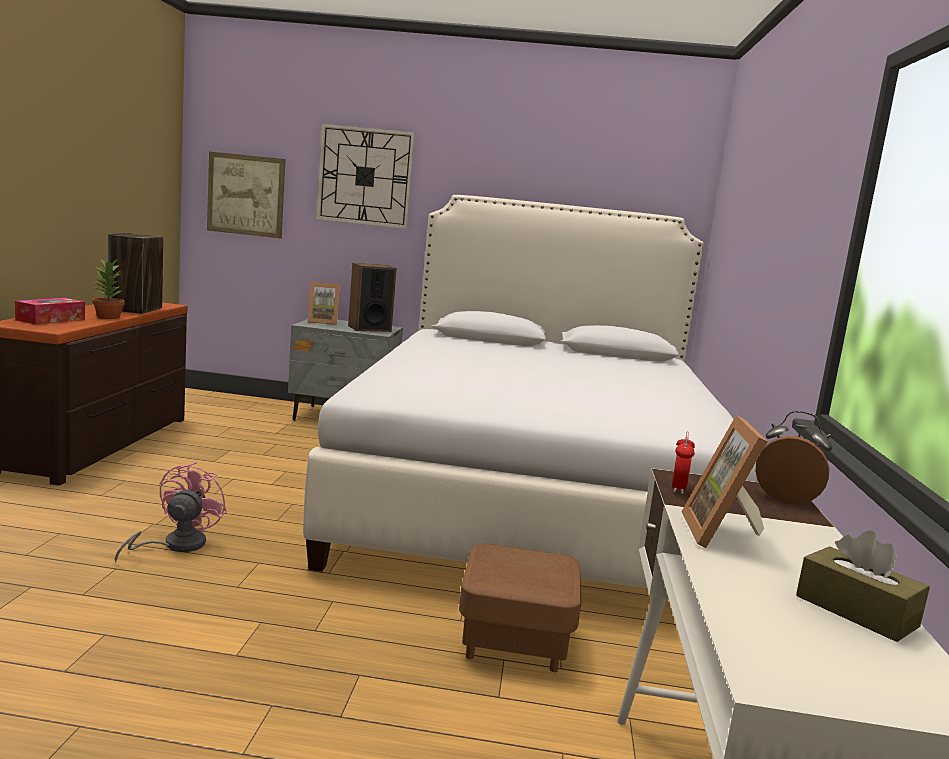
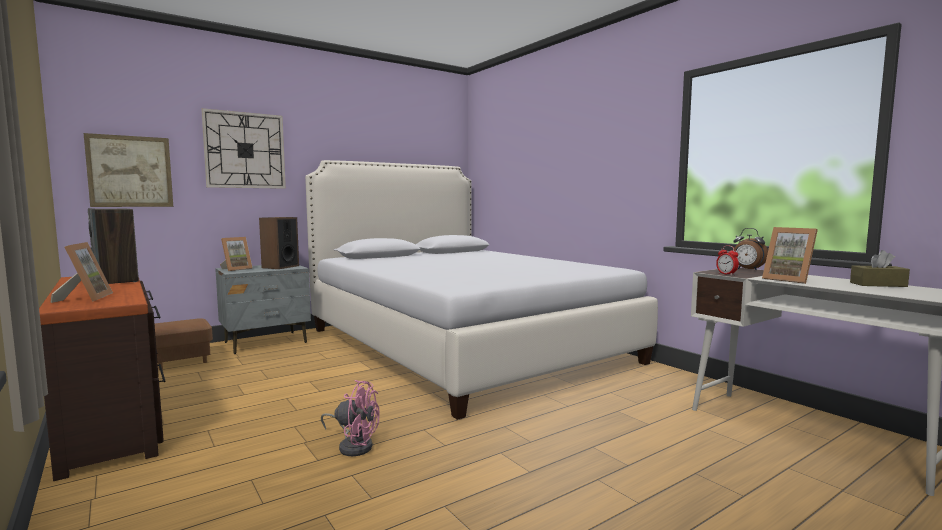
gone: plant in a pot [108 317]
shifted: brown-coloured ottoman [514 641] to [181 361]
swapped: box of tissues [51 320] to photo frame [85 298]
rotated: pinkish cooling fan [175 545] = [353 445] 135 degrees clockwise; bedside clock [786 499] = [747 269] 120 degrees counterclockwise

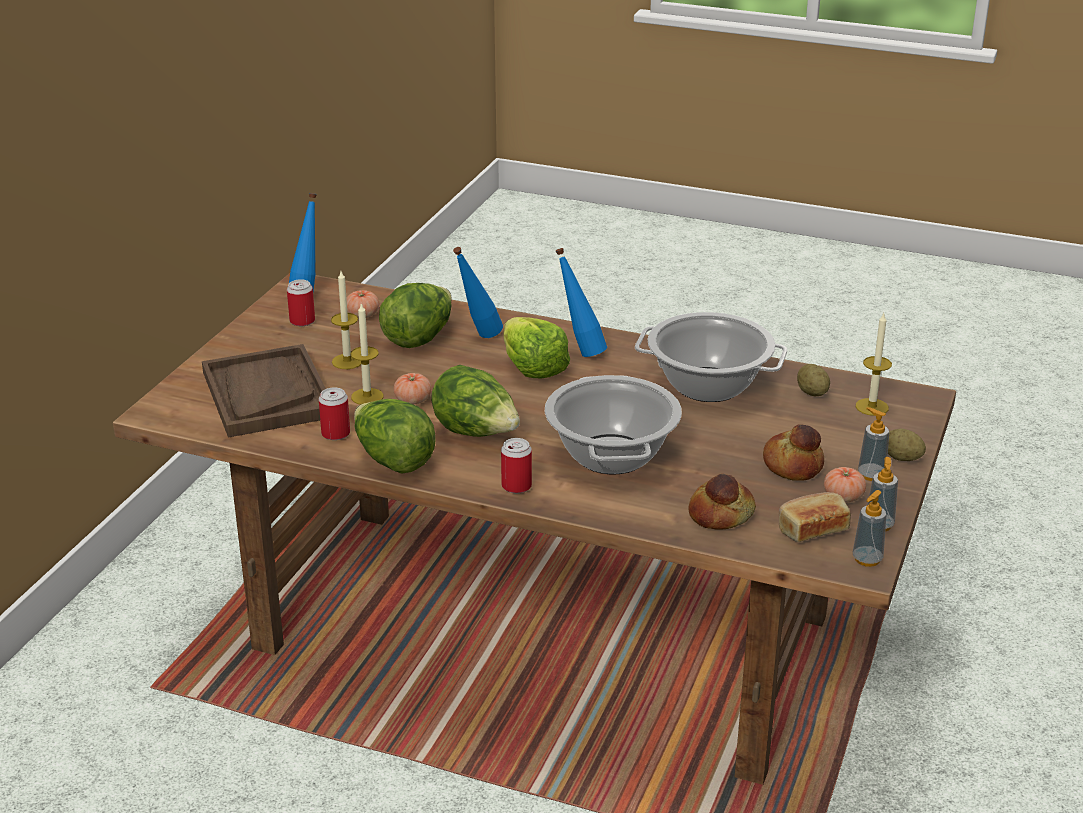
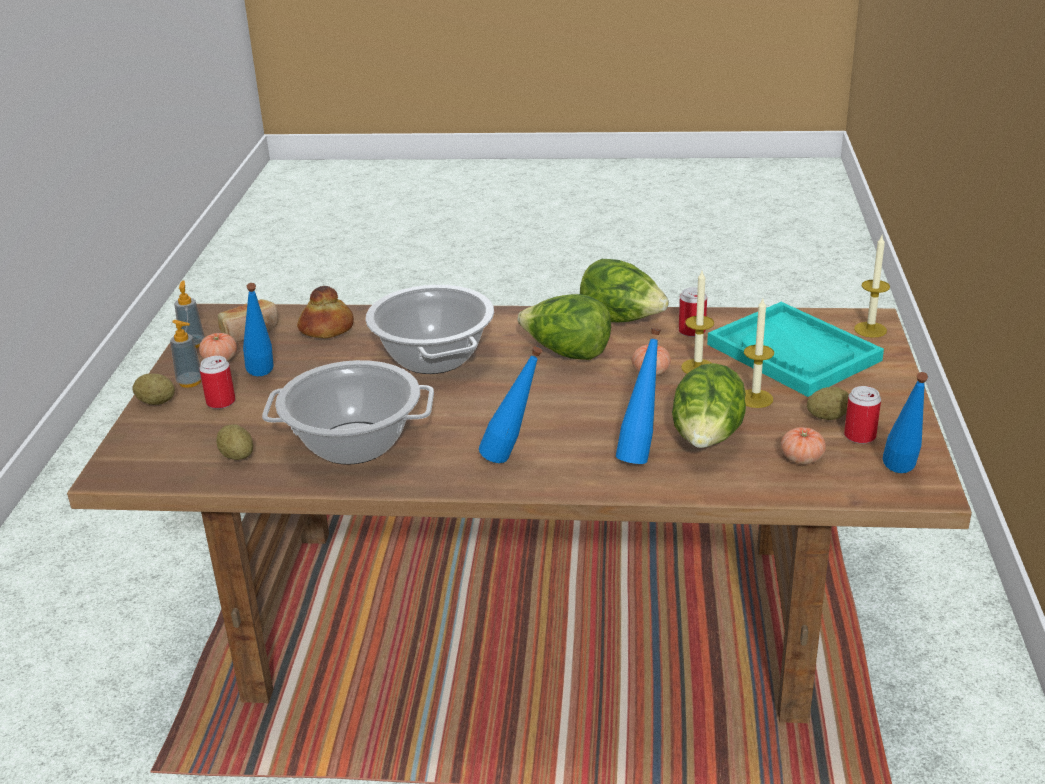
gone: lettuce head [533 368]; liquid soap bottle [867 559]
new: potato [828 417]
shifted: can [516 486] to [221 402]; wax light [872 407] to [870 329]
swapped: baked bread [793 465] to bluish bottle [263 377]
repainted: brown-coloured tray [267 394] to blue-green tray [794 352]

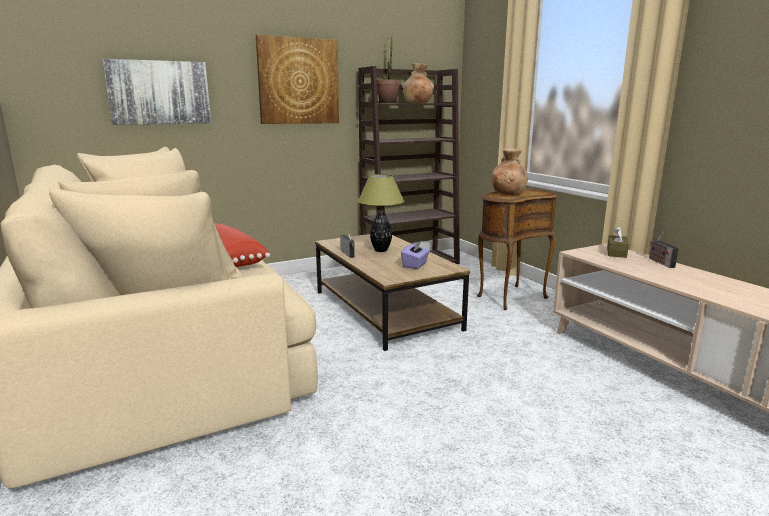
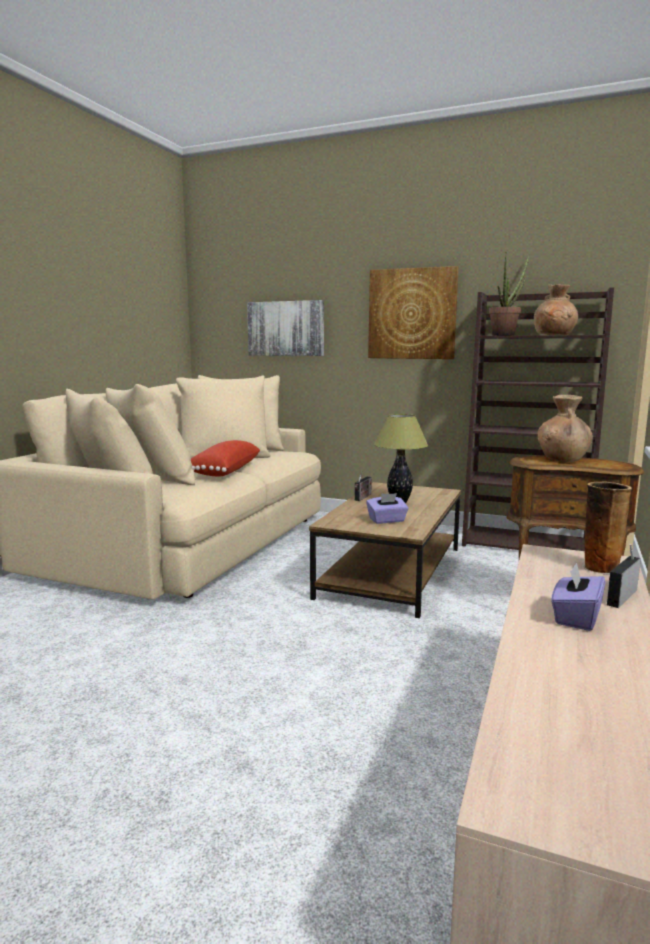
new: purple box of tissues [576 617]
swapped: brown-coloured box of tissues [616 252] to flower vase [600 568]

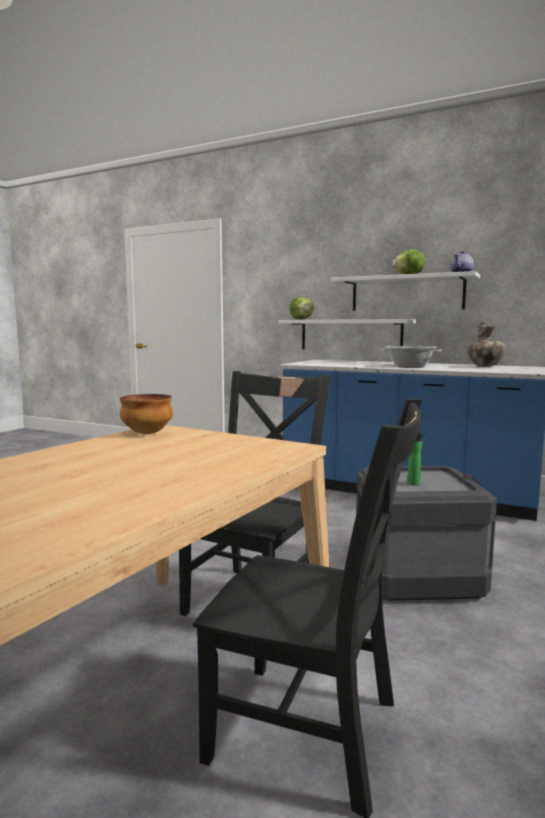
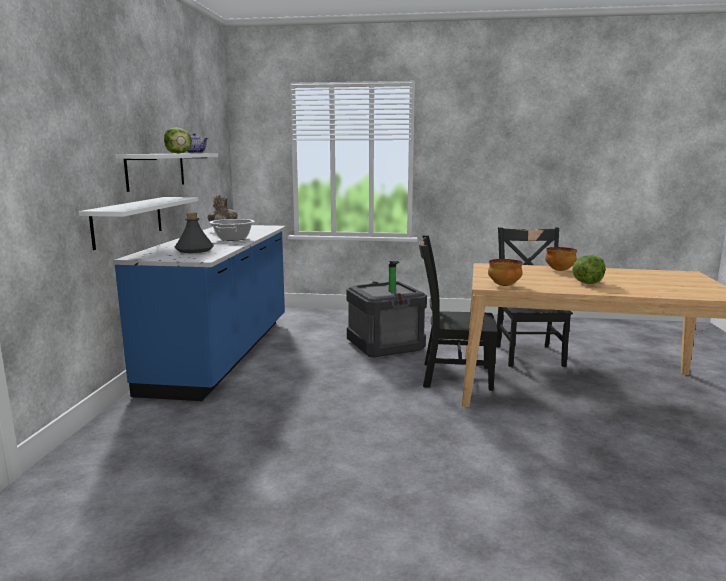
new: grey bottle [194 250]; serving bowl [560 270]
shifted: lettuce head [302 319] to [587 283]

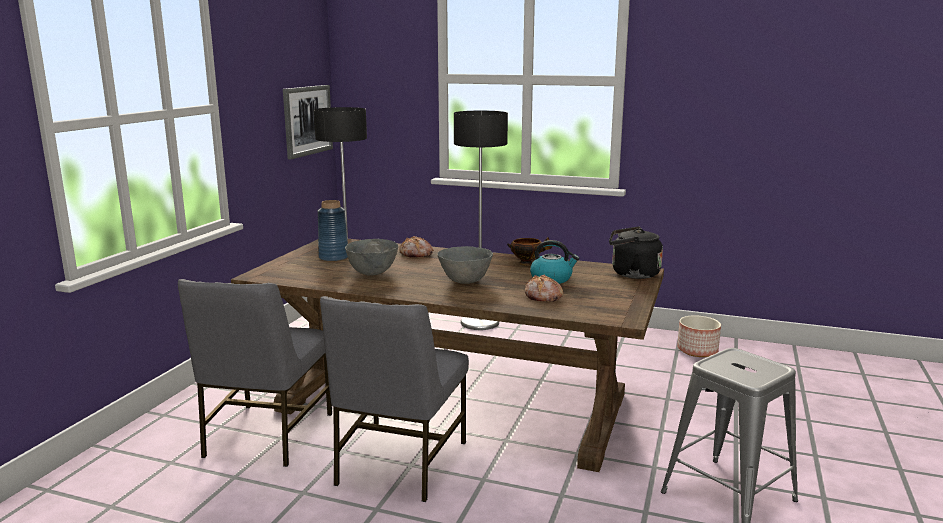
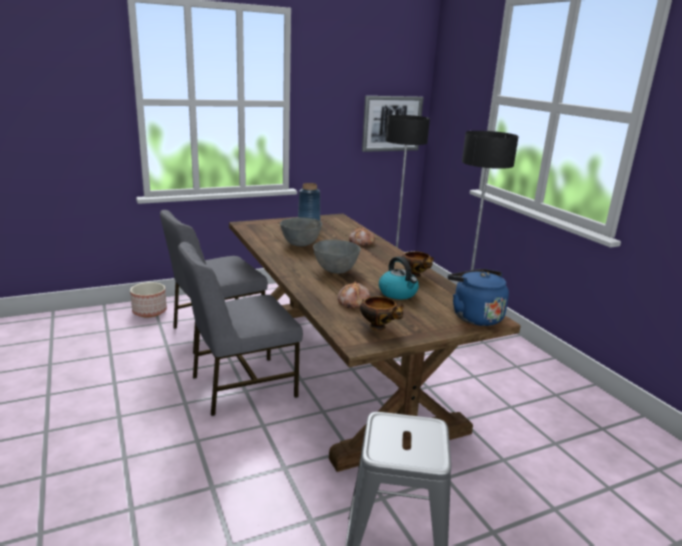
new: serving bowl [379 327]
shifted: planter [697 351] to [149 311]
repainted: blackish kettle [632 274] to bluish kettle [474 316]

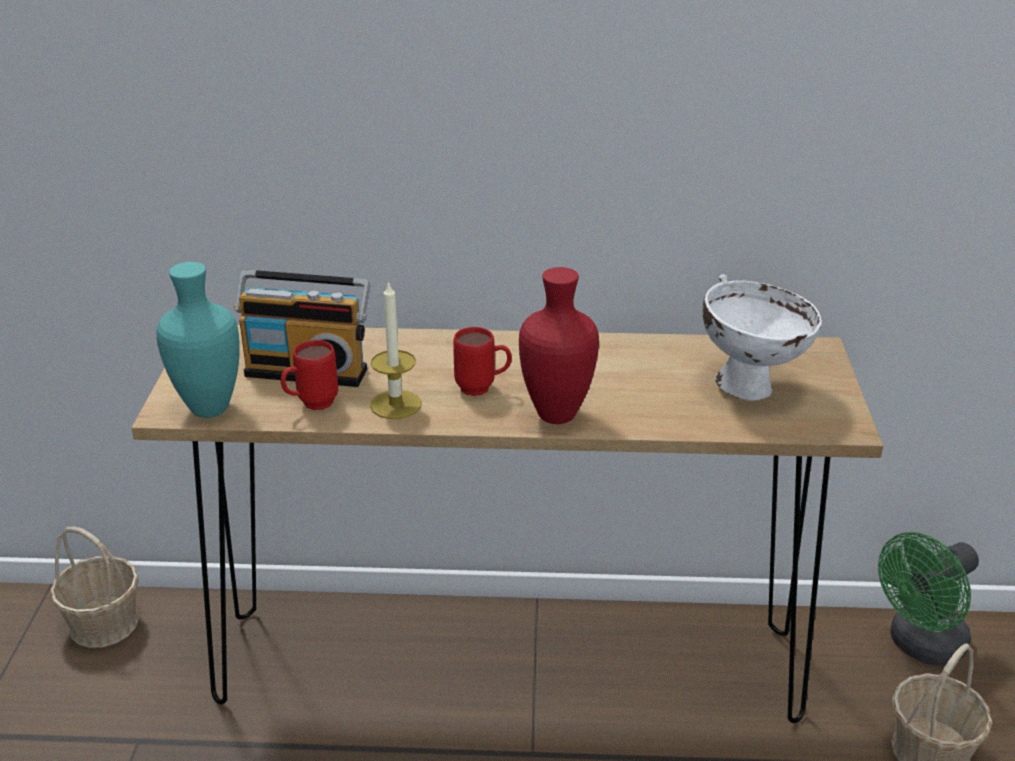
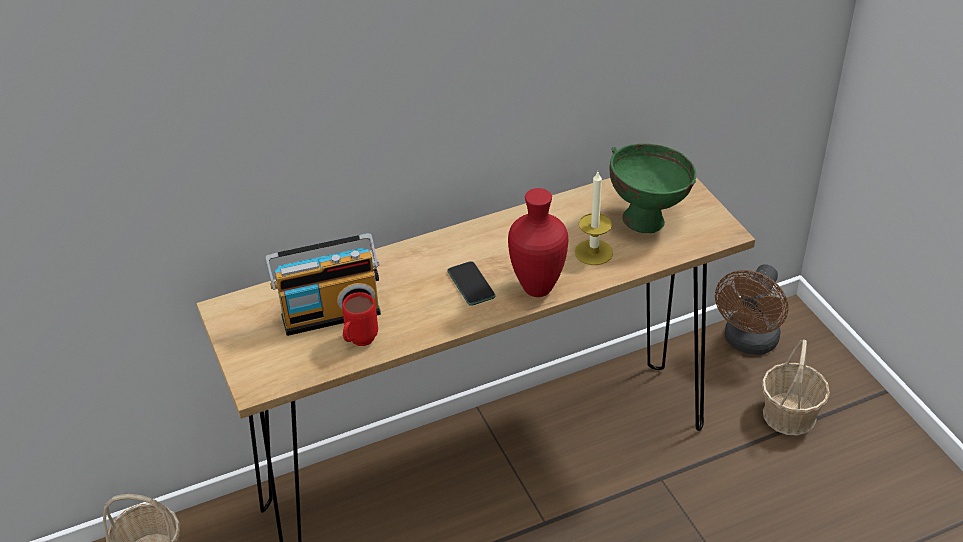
gone: blue-green flower vase [208 410]
shifted: wax light [395 404] to [593 252]
swapped: red mug [483 389] to handset [471 284]
repainted: white serving bowl [750 386] to greenish serving bowl [647 220]; greenish cooling fan [920 645] to brown-coloured cooling fan [748 343]

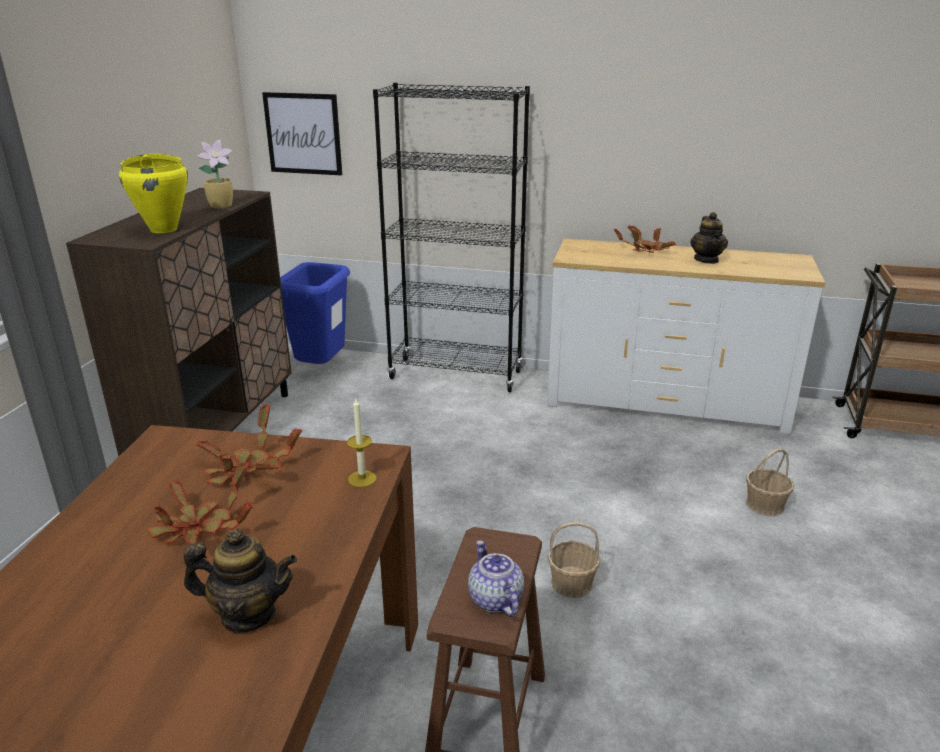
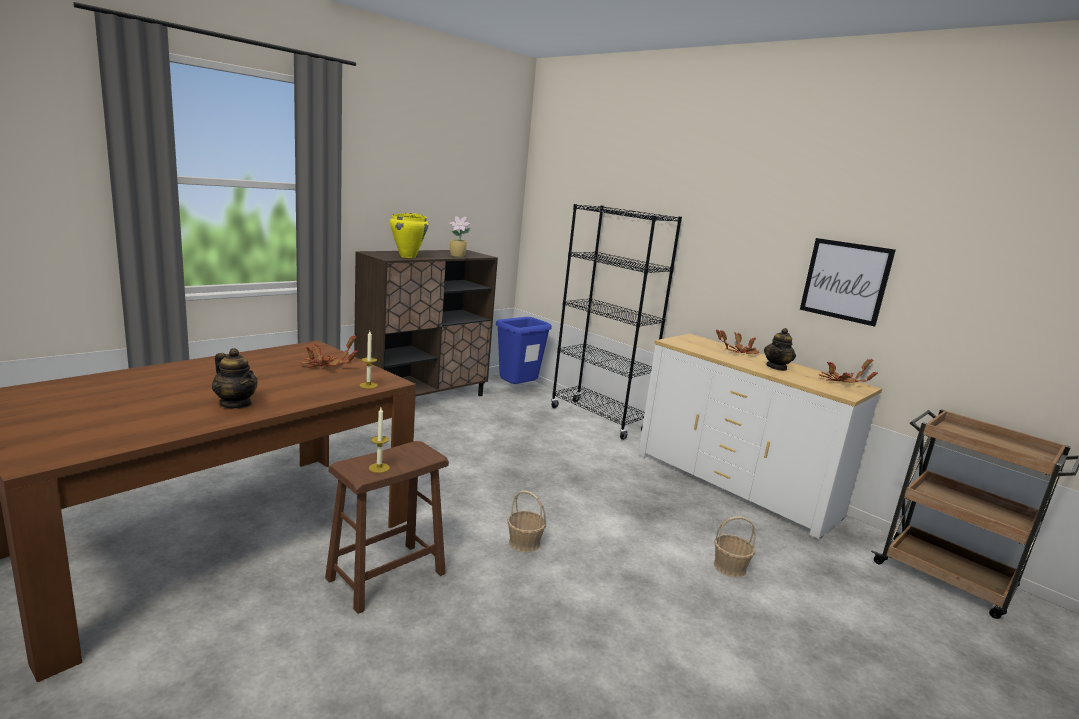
shifted: wall art [303 134] to [845 281]; plant in a pot [198 529] to [841 381]
swapped: pot for tea [494 599] to wax light [379 468]

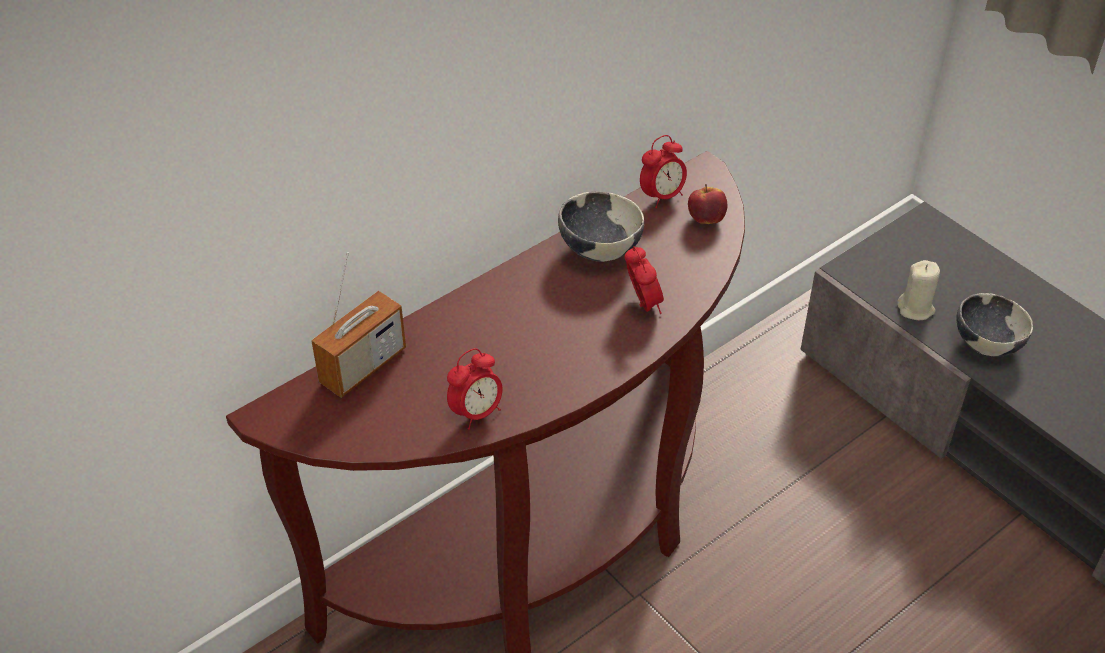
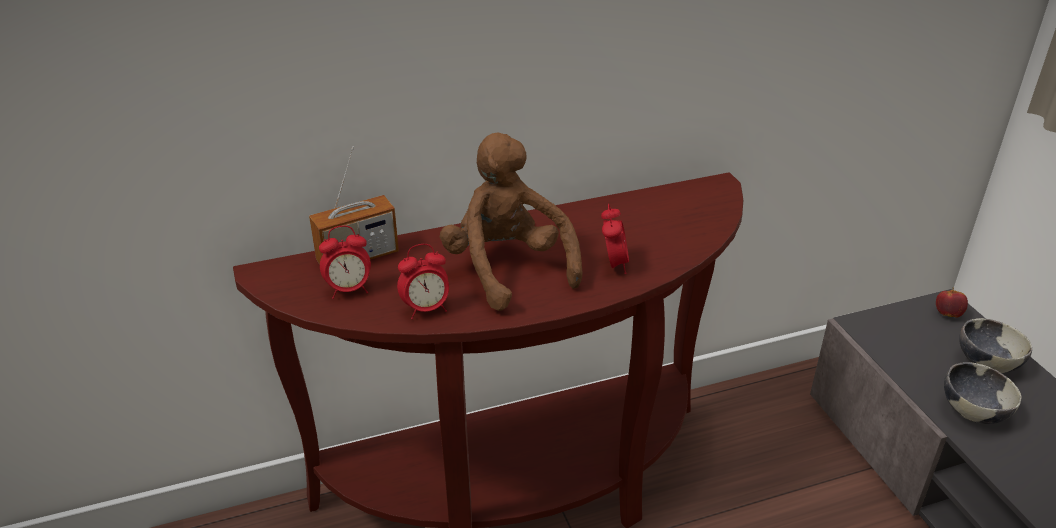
gone: sand-coloured wax light [916 308]
new: brown-coloured soft toy [507 268]
shifted: bedside clock [662 196] to [349 290]; apple [706 219] to [947 314]; serving bowl [599 249] to [986 364]

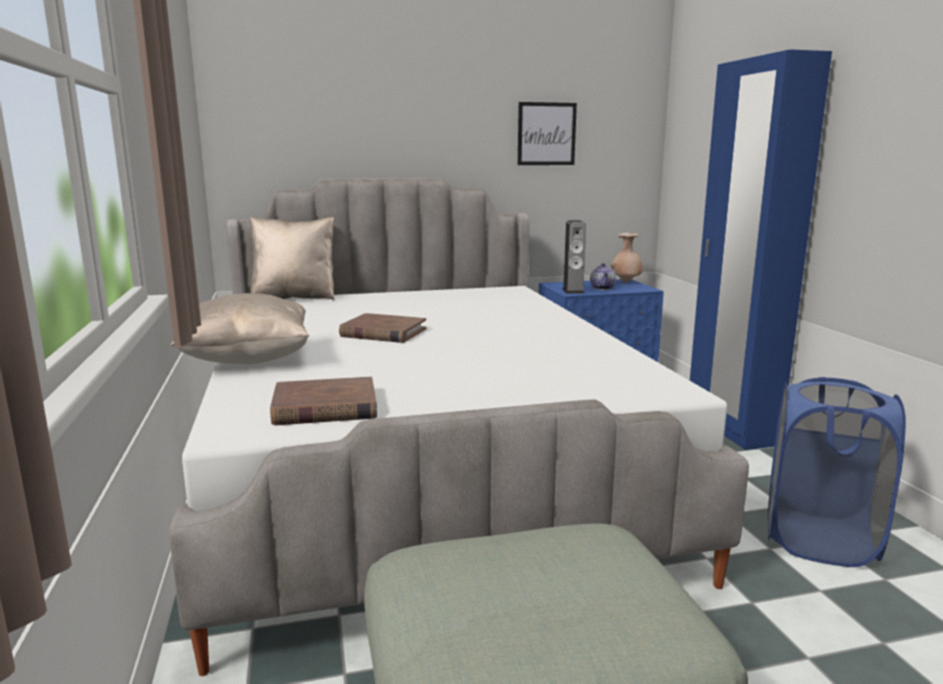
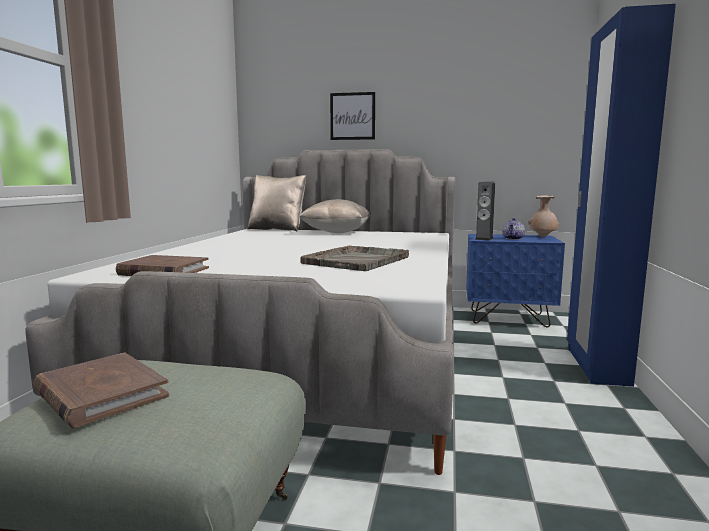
gone: bluish laundry basket [819 540]
new: grey tray [357 260]
shifted: brown-coloured book [383 333] to [100 394]; sand-coloured cushion [248 359] to [337 232]; wall art [546 134] to [352 116]

